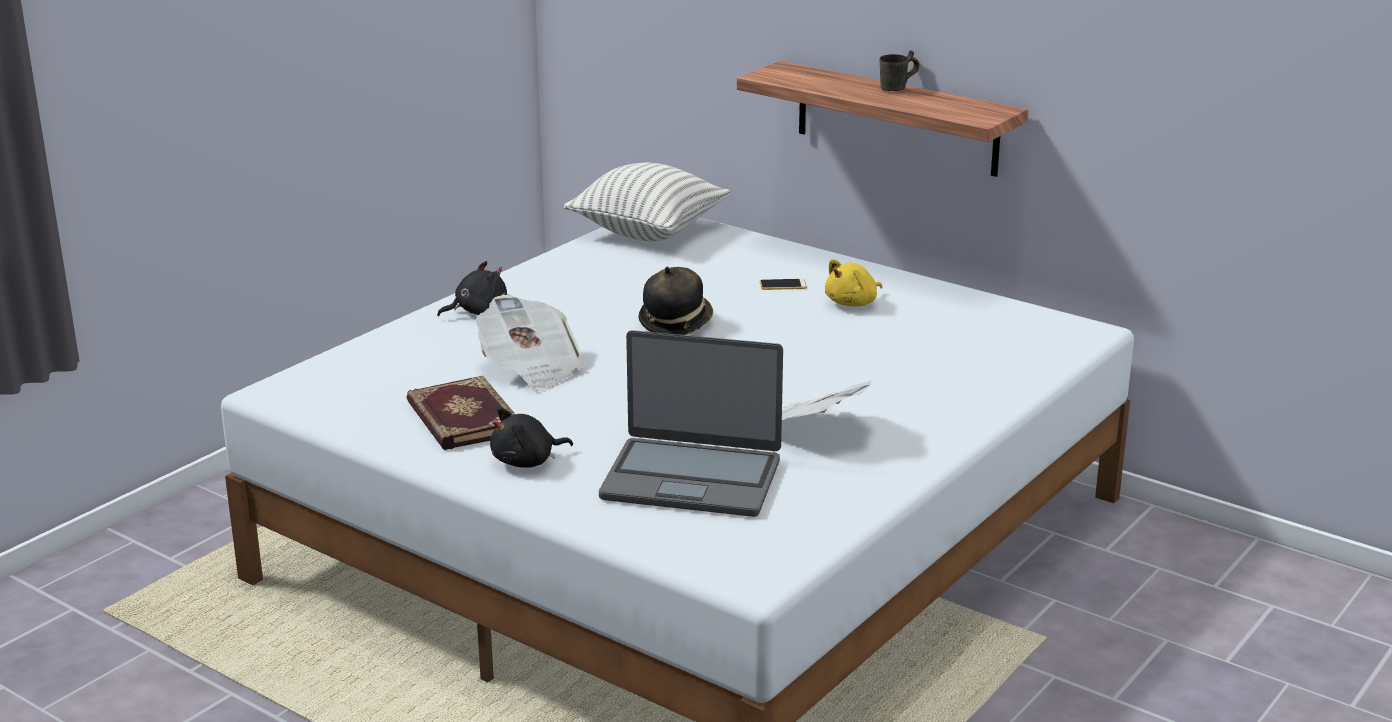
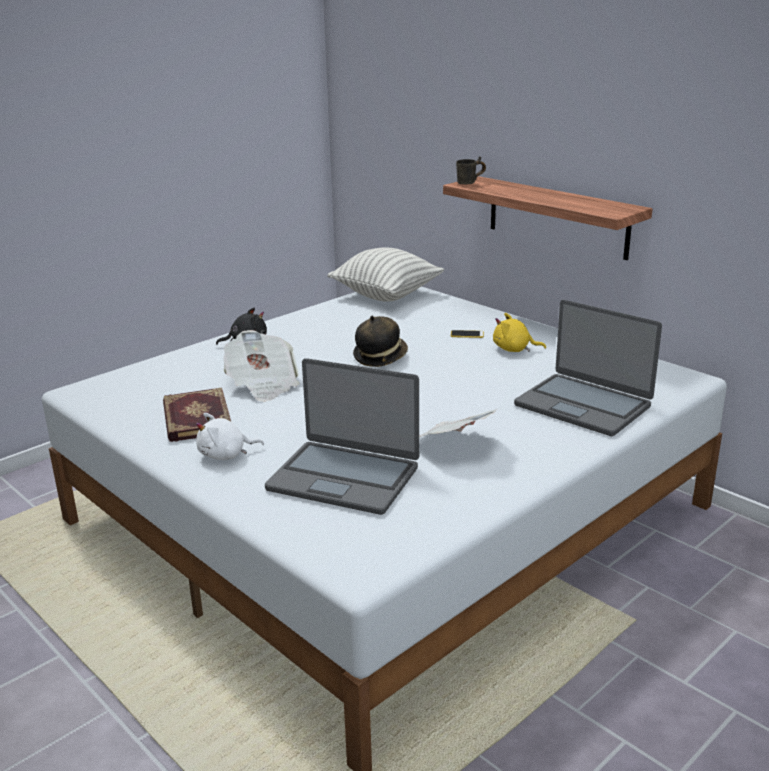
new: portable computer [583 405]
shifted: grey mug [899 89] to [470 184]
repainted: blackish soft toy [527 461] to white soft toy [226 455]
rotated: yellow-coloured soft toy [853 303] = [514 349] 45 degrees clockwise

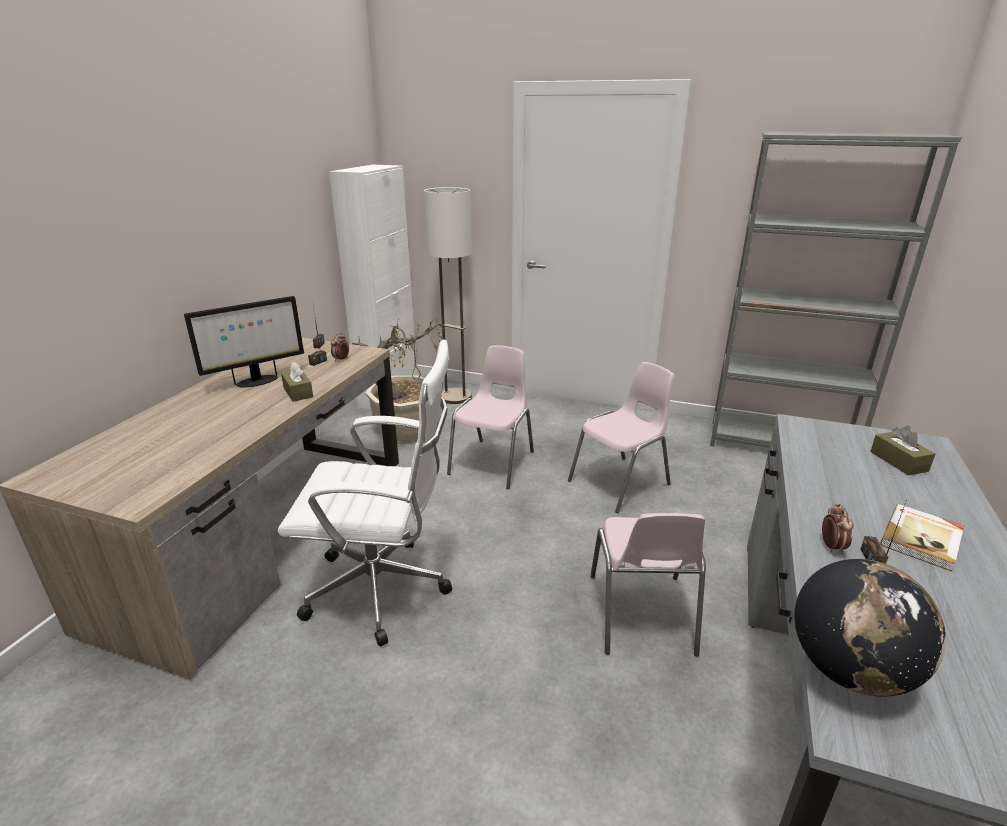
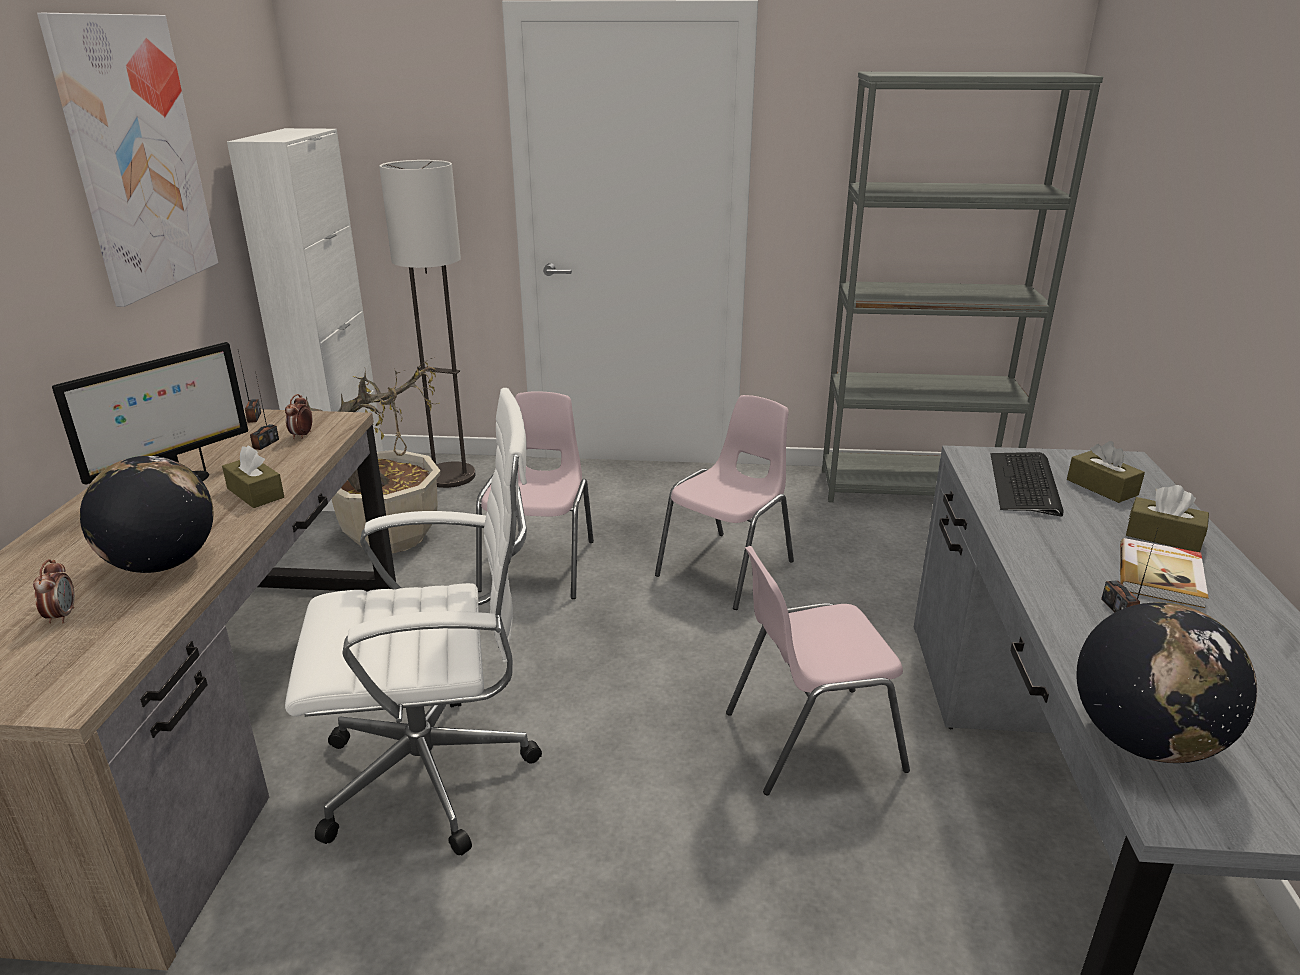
new: wall art [135 157]; desk globe [162 563]; keyboard [1025 484]; brown-coloured box of tissues [1163 536]
shifted: bedside clock [831 547] to [62 616]
rotated: pinkish plain chair [641 615] = [809 740] 90 degrees clockwise

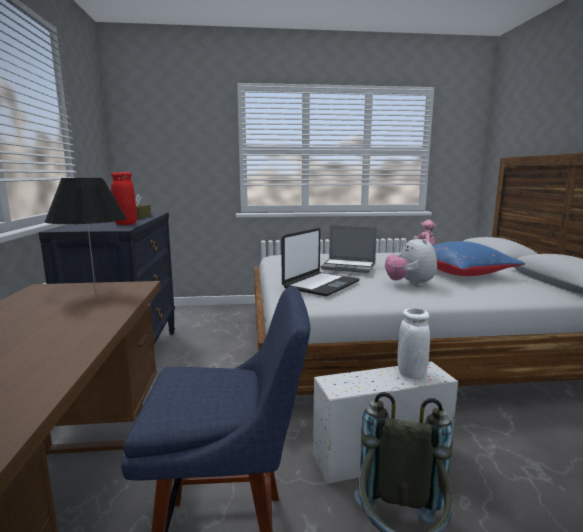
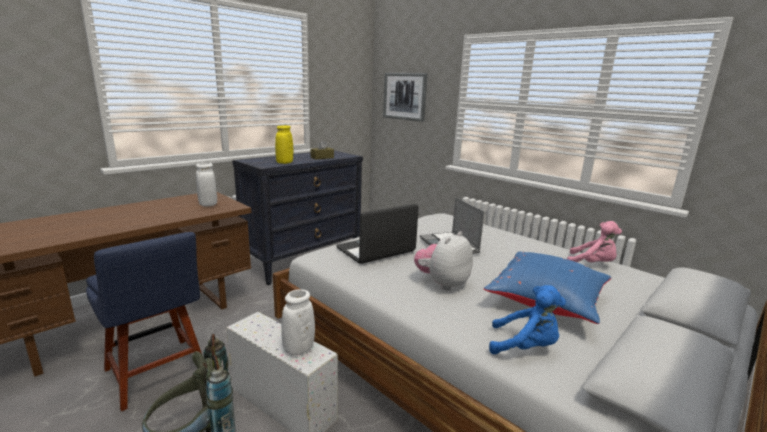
new: wall art [404 96]; bluish soft toy [525 347]
swapped: blackish lamp for a table [95 293] to white flower vase [208 205]
repainted: red flower vase [125 224] to yellow-coloured flower vase [284 163]
rotated: portable computer [320 285] = [376 250] 150 degrees clockwise

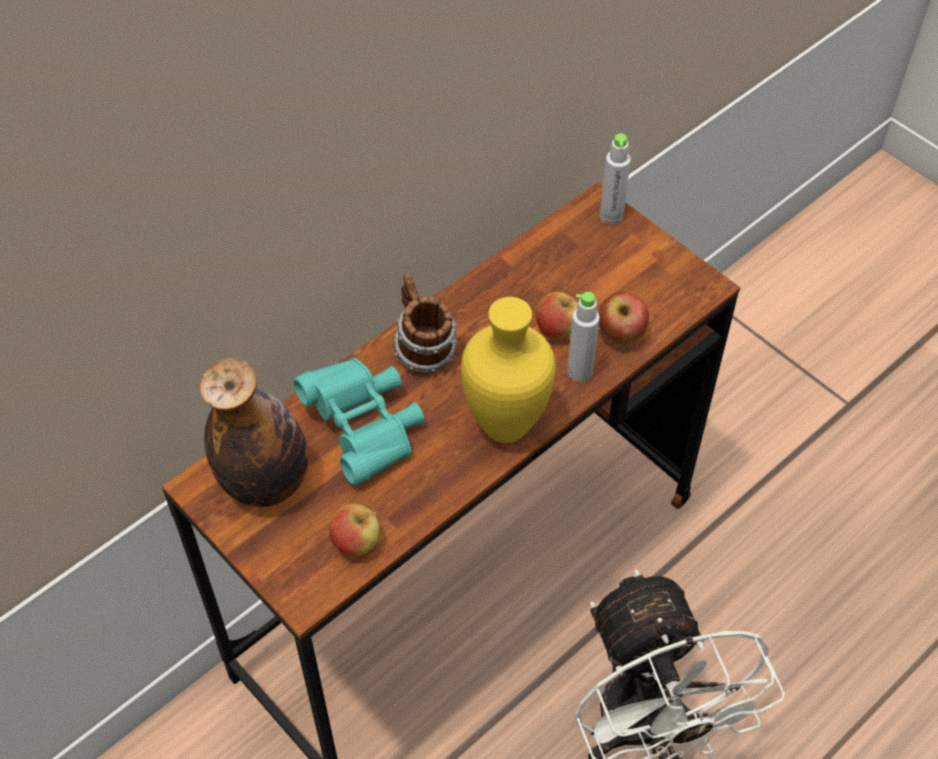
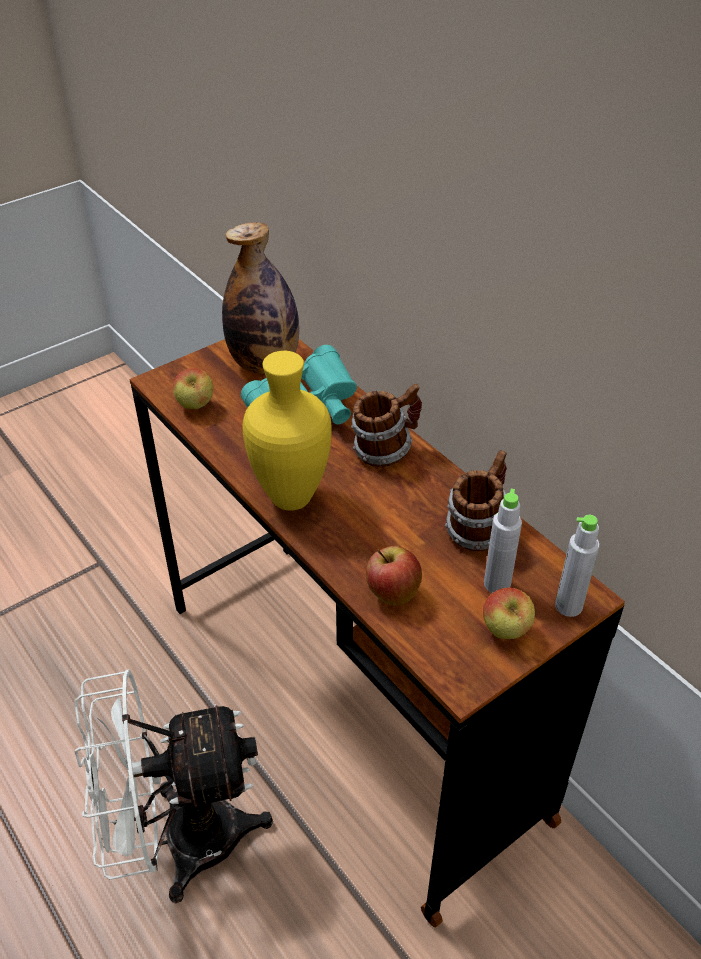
new: mug [477 529]
shifted: apple [557 331] to [505 631]; grey bottle [579 371] to [497 584]

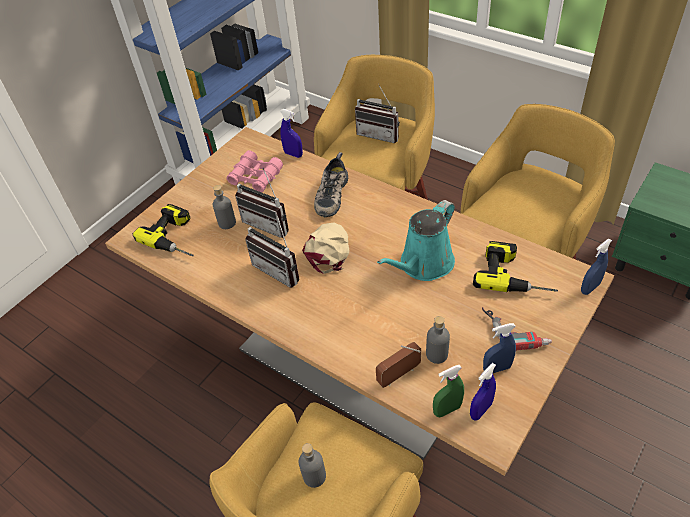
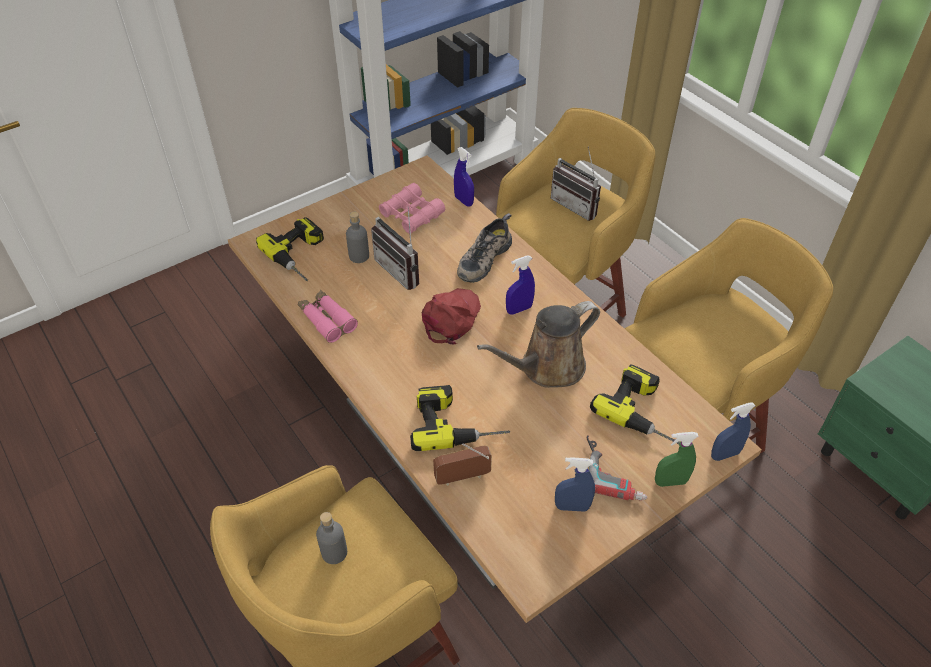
gone: radio receiver [280 269]; grey bottle [437 354]
new: pinkish field glasses [327 320]; drill [458 422]
shifted: bluish sprayer [481 410] to [519 309]; greenish sprayer [447 409] to [670 482]
repainted: sand-coloured baseball cap [328 250] to red baseball cap [451 318]; blue-green watering pot [423 265] to brown-coloured watering pot [547 368]

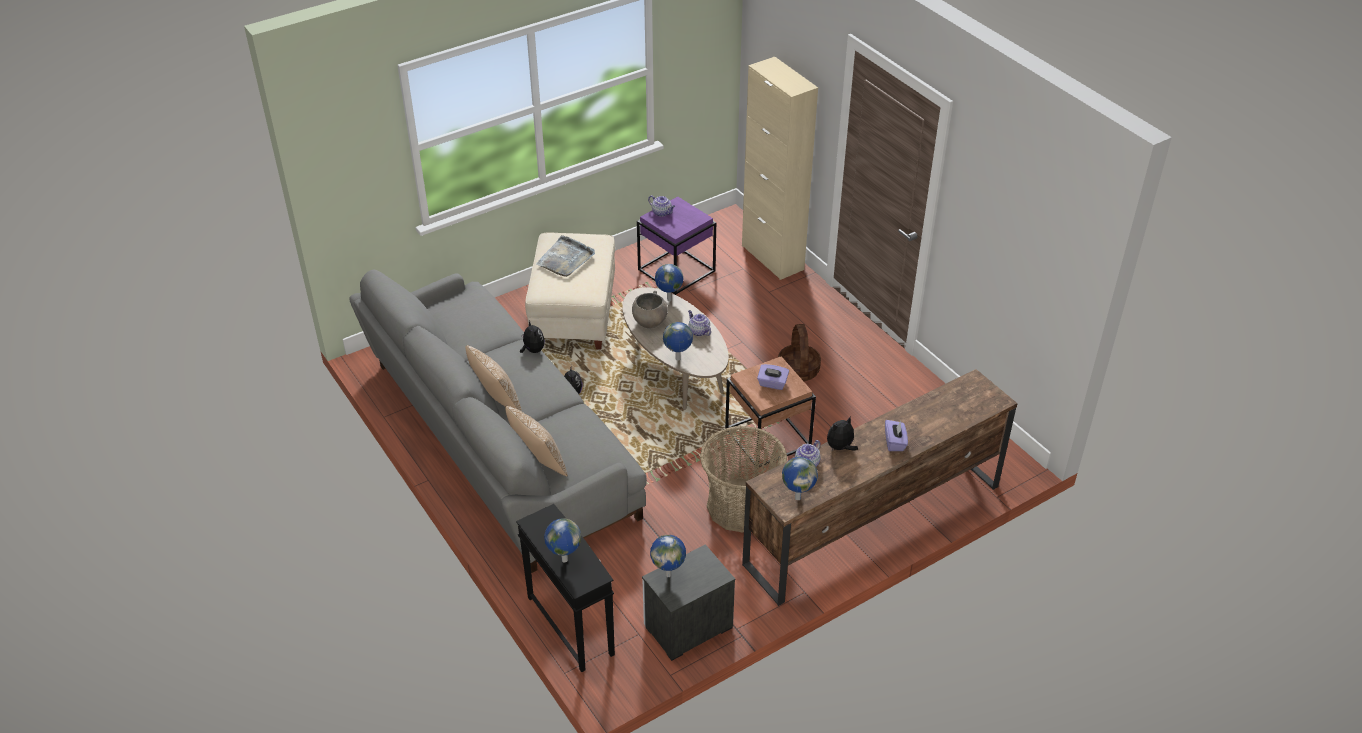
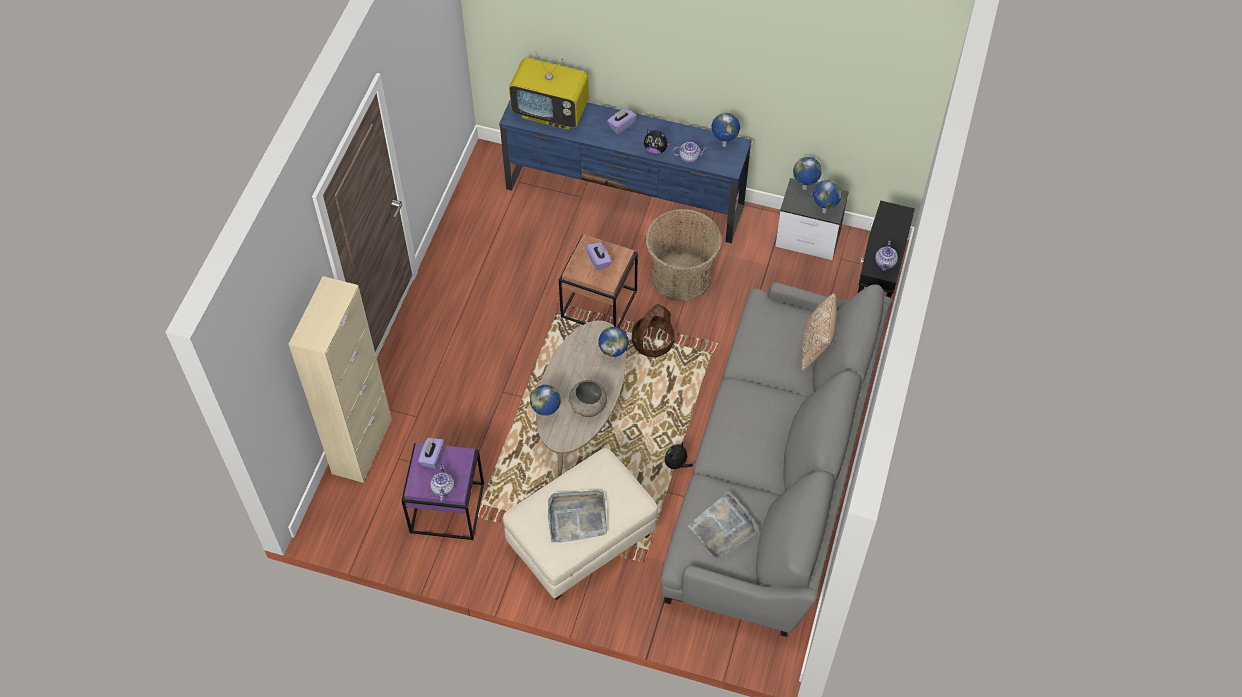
gone: cushion [496 402]; soft toy [533 350]
new: purple box of tissues [432 457]; TV set [551 112]; grey tray [723 528]
shifted: household basket [798 370] to [652 341]; desk globe [564 560] to [804 188]; pot for tea [698 331] to [885 263]
repainted: brown-coloured media console [872 525] to bluish media console [625 197]

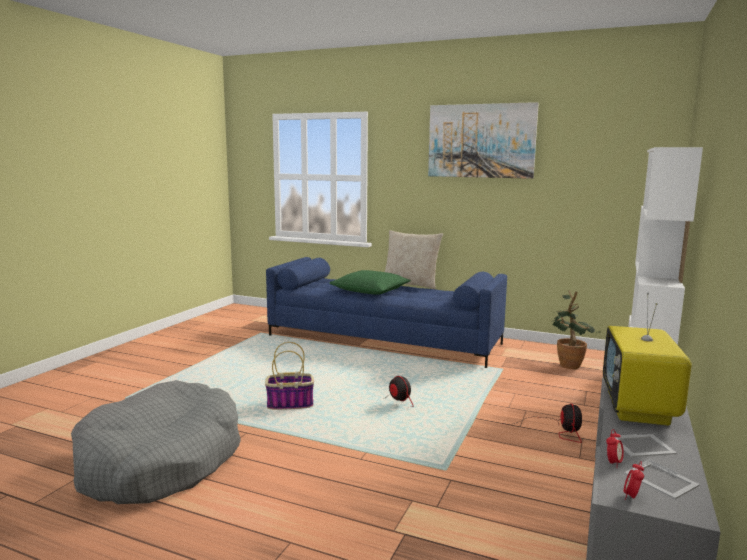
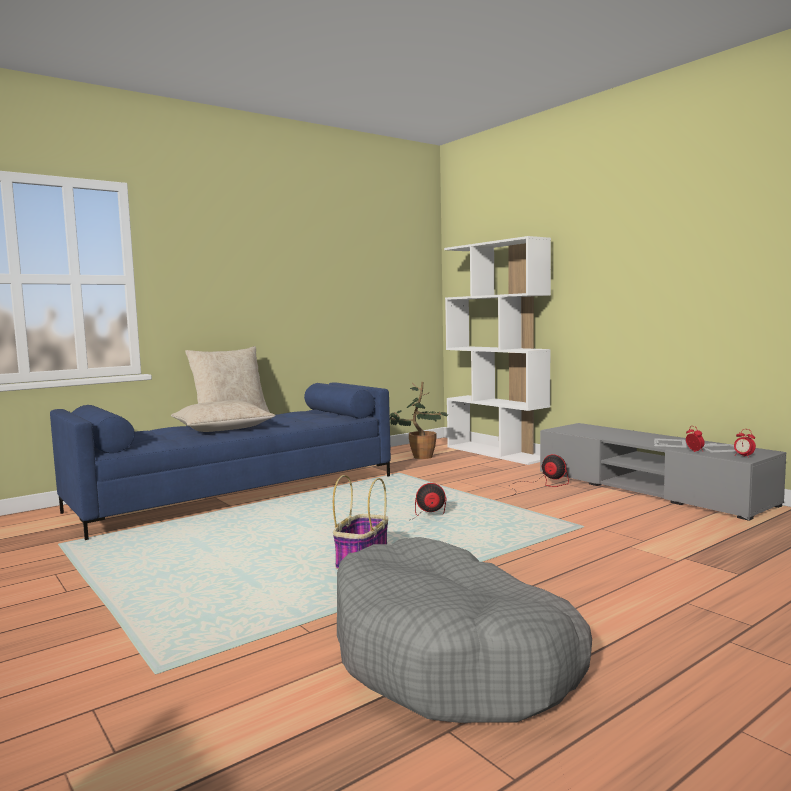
gone: wall art [481 141]; TV set [638 408]
repainted: greenish cushion [370 291] to sand-coloured cushion [222 428]

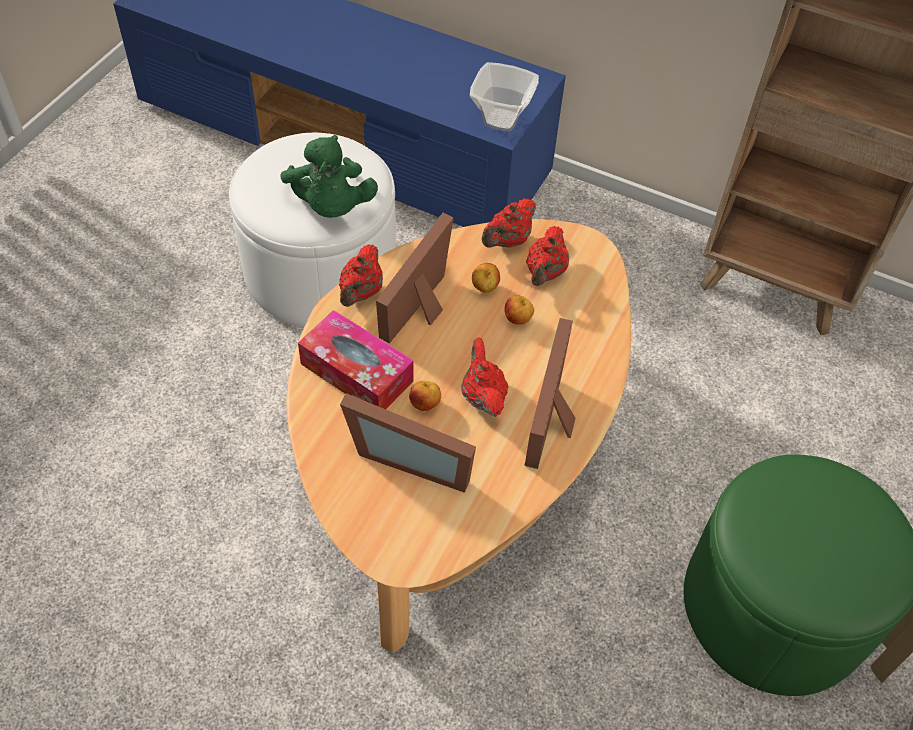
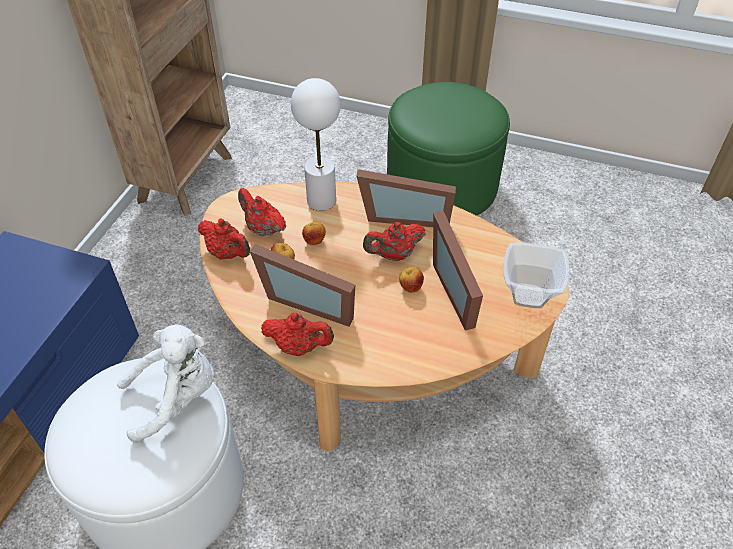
gone: box of tissues [356 372]
new: white lamp for a table [322 200]
shifted: serving bowl [499 120] to [529 297]
repainted: greenish soft toy [330 207] to white soft toy [177 398]
rotated: red pot for tea [545 273] = [263 229] 150 degrees counterclockwise; photo frame [412 456] = [460 289] 150 degrees clockwise

